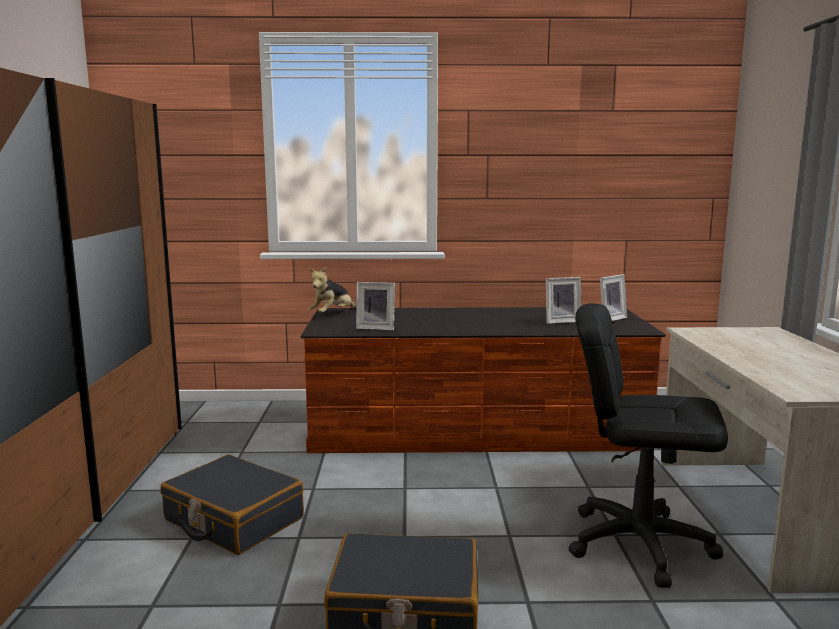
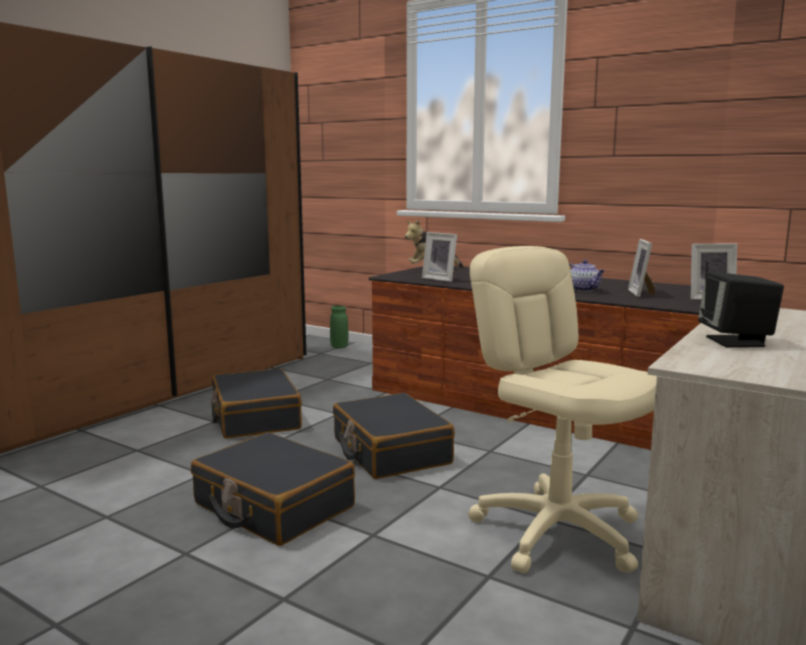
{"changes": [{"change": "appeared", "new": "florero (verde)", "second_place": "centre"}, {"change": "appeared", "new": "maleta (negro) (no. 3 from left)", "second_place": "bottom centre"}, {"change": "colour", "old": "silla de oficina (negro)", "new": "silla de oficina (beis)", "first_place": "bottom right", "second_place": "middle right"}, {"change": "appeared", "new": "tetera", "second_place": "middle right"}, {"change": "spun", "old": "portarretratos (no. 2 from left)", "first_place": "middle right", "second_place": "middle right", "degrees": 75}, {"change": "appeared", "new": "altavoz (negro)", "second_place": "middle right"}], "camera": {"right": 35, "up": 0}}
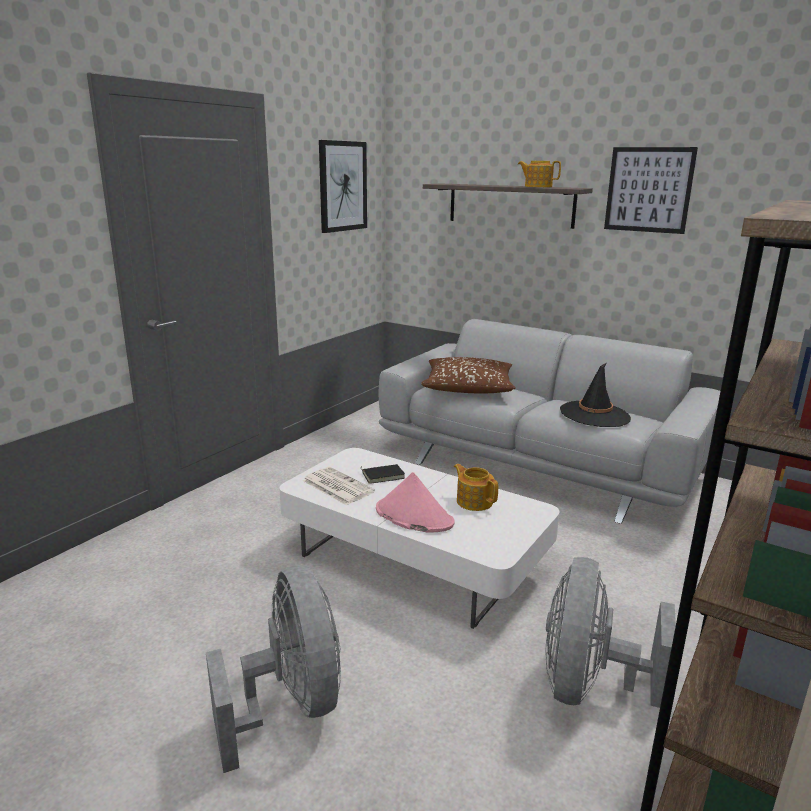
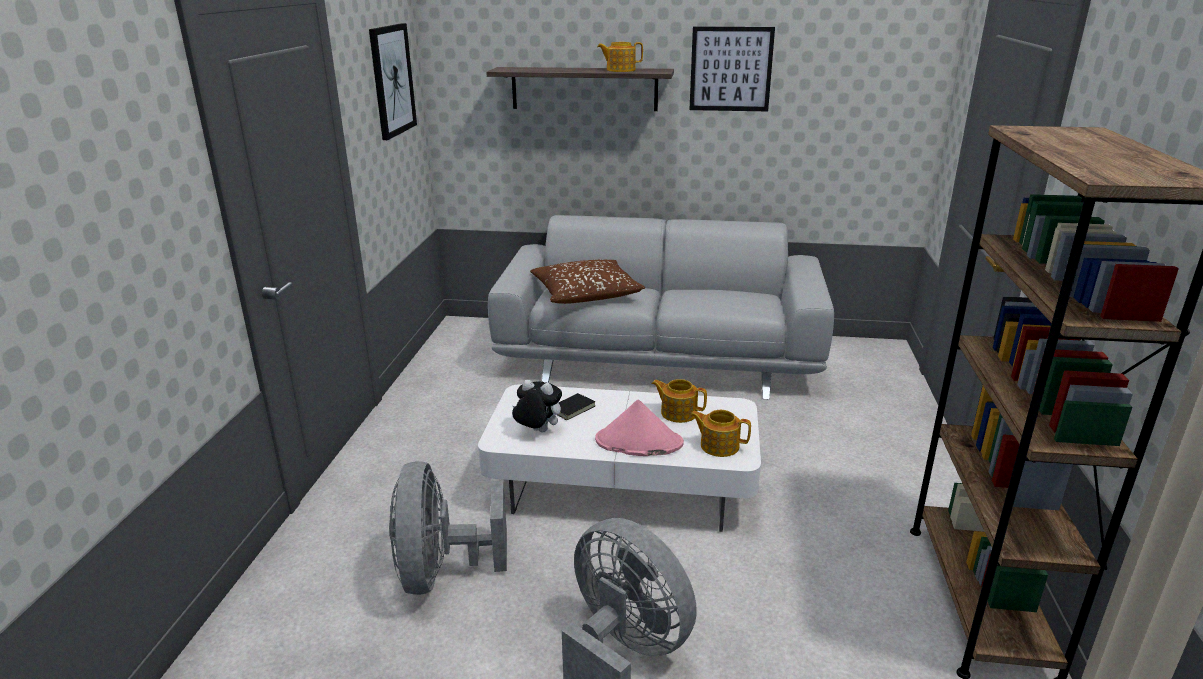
{"changes": [{"change": "relocated", "old": "ventilador (gris) (no. 2 from left in the first image)", "new": "ventilador (gris) (no. 1 from left)", "first_place": "bottom right", "second_place": "bottom centre"}, {"change": "exchanged", "old": "periódico", "new": "peluche", "first_place": "centre", "second_place": "centre"}, {"change": "appeared", "new": "tetera (no. 3 from left)", "second_place": "centre"}, {"change": "missing", "old": "sombrero (negro)", "first_place": "middle right"}], "camera": {"right": -25, "up": 5}}
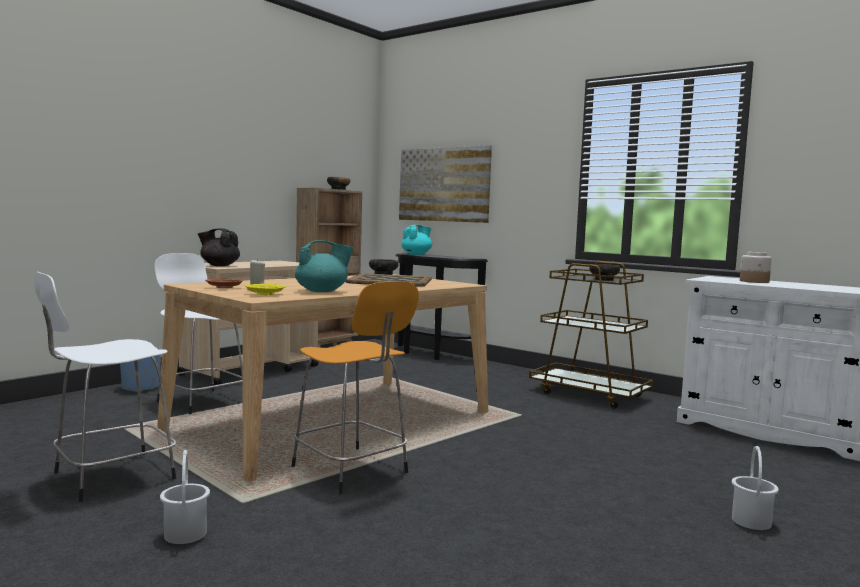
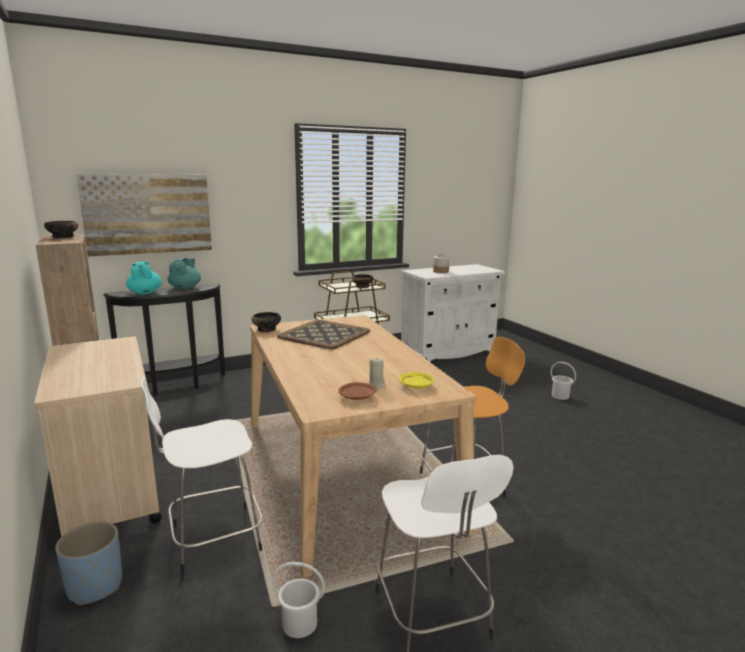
{"changes": [{"change": "relocated", "old": "tetera (turquesa) (no. 1 from left in the first image)", "new": "tetera (turquesa) (no. 2 from left)", "first_place": "centre", "second_place": "middle left"}, {"change": "relocated", "old": "cubo (blanco) (no. 1 from left)", "first_place": "bottom left", "second_place": "bottom centre"}, {"change": "missing", "old": "tetera (negro)", "first_place": "middle left"}], "camera": {"right": -65, "up": 10}}
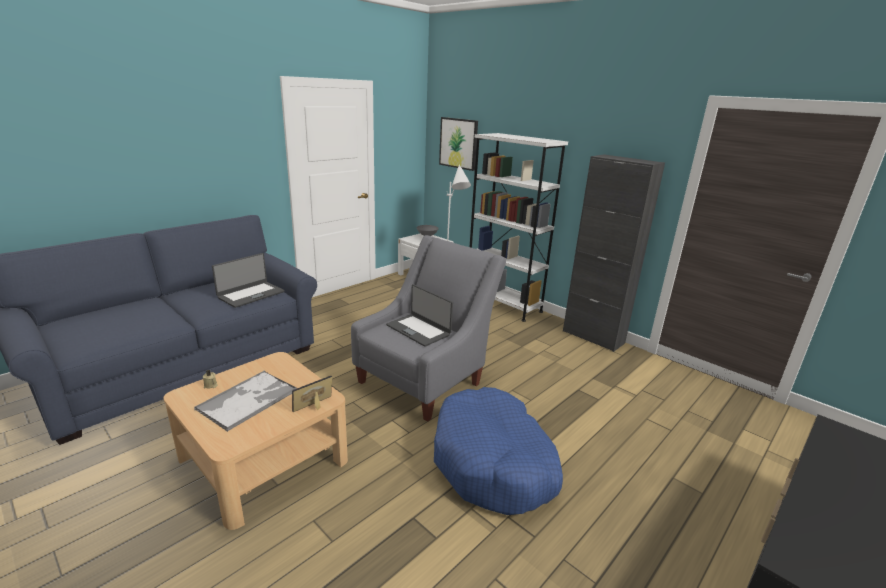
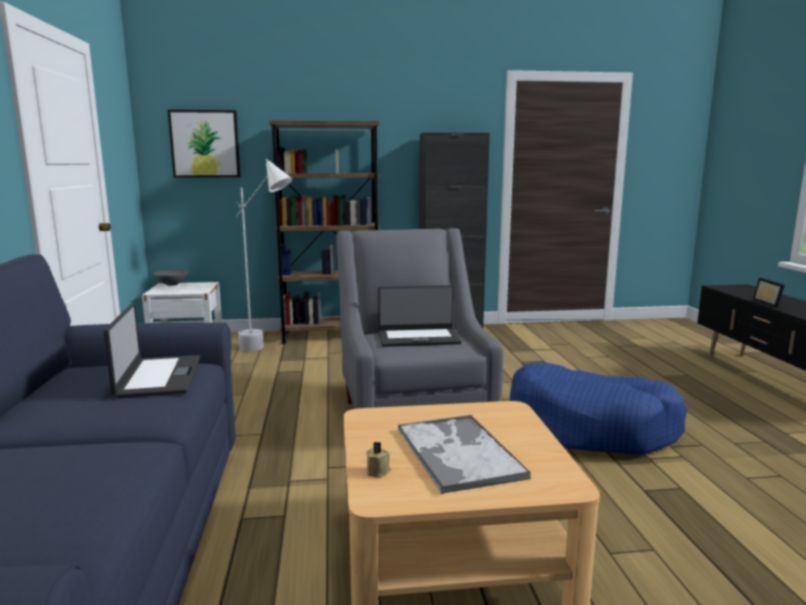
{"changes": [{"change": "colour", "old": "estantería (blanco)", "new": "estantería (marrón)", "first_place": "centre", "second_place": "centre"}, {"change": "relocated", "old": "portarretratos", "first_place": "bottom centre", "second_place": "middle right"}], "camera": {"right": -50, "up": -10}}
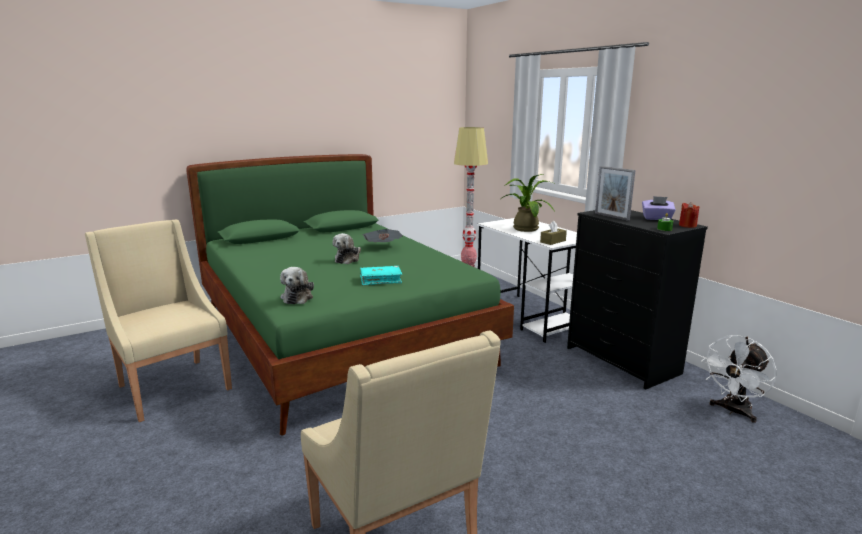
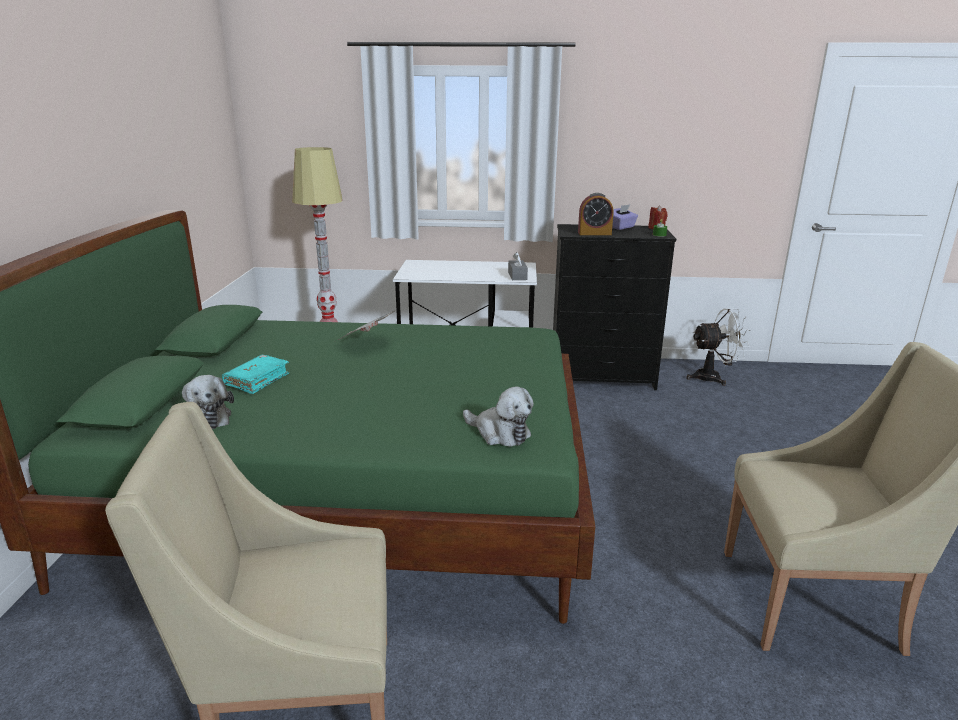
{"changes": [{"change": "relocated", "old": "peluche (no. 2 from left in the first image)", "new": "peluche (no. 1 from left)", "first_place": "centre", "second_place": "middle left"}, {"change": "relocated", "old": "libro (turquesa)", "first_place": "centre", "second_place": "middle left"}, {"change": "colour", "old": "caja de pañuelos (marrón)", "new": "caja de pañuelos (gris)", "first_place": "centre", "second_place": "centre"}, {"change": "exchanged", "old": "portarretratos", "new": "despertador", "first_place": "middle right", "second_place": "top centre"}, {"change": "spun", "old": "ventilador (blanco)", "first_place": "bottom right", "second_place": "middle right", "degrees": -90}, {"change": "missing", "old": "planta en maceta", "first_place": "centre"}], "camera": {"right": -55, "up": 5}}
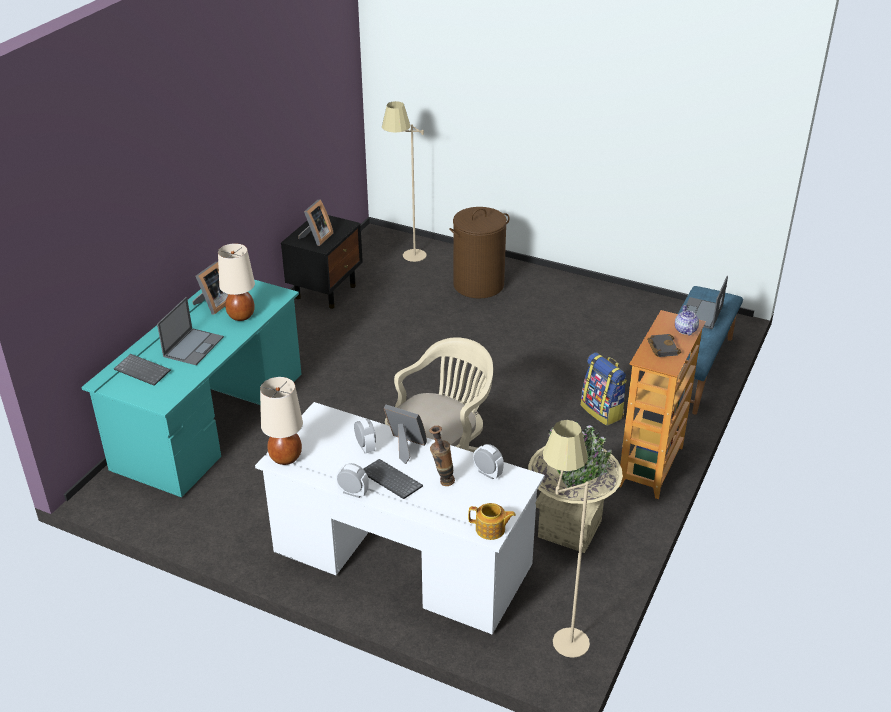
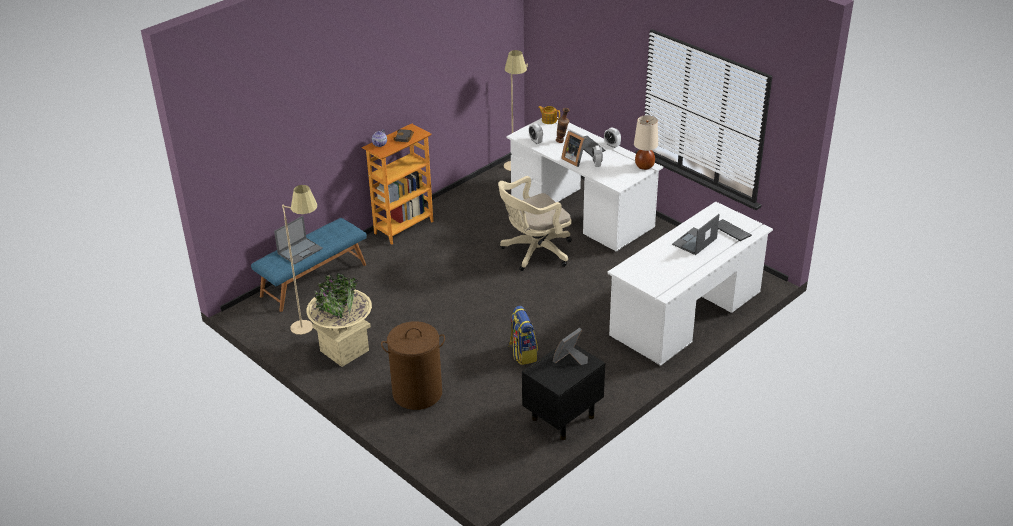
{"changes": [{"change": "relocated", "old": "lámpara de pie (beis) (no. 1 from left)", "first_place": "top centre", "second_place": "middle left"}, {"change": "relocated", "old": "maceta (beis)", "first_place": "bottom centre", "second_place": "centre"}, {"change": "relocated", "old": "mochila", "first_place": "middle right", "second_place": "centre"}, {"change": "colour", "old": "escritorio (turquesa)", "new": "escritorio (blanco) (no. 2 from left)", "first_place": "middle left", "second_place": "middle right"}, {"change": "missing", "old": "portarretratos (no. 1 from left)", "first_place": "middle left"}, {"change": "missing", "old": "lámpara de mesa (beis) (no. 1 from left)", "first_place": "middle left"}], "camera": {"right": -160, "up": 0}}
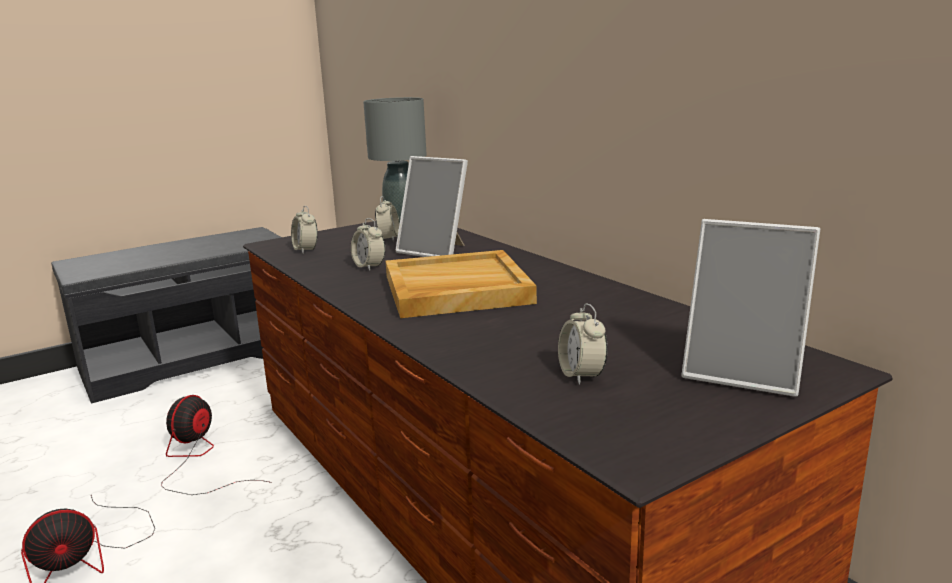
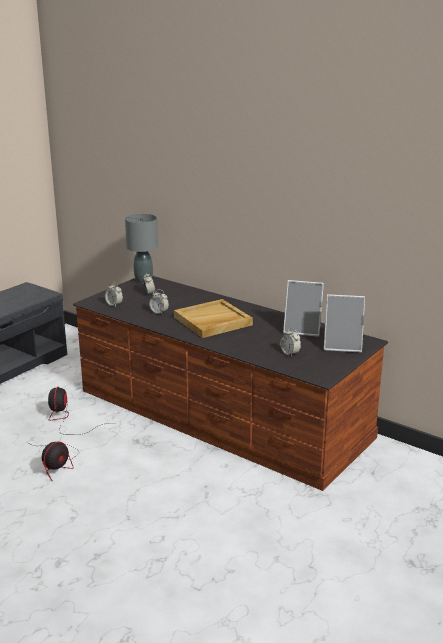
{"changes": [{"change": "relocated", "old": "portarretratos (no. 1 from left)", "first_place": "centre", "second_place": "middle right"}], "camera": {"right": -20, "up": 5}}
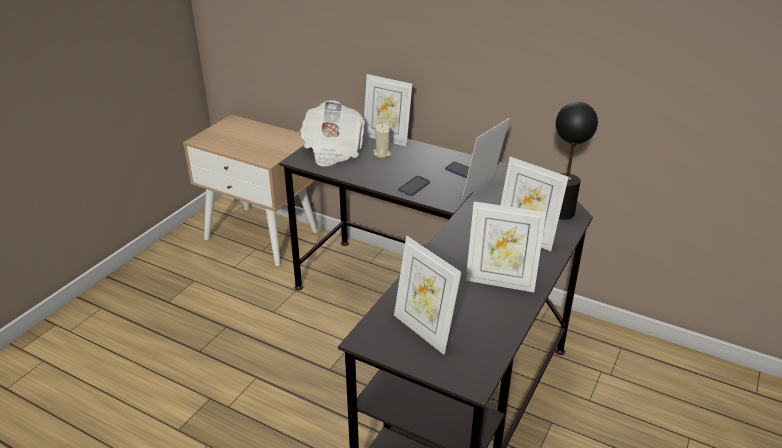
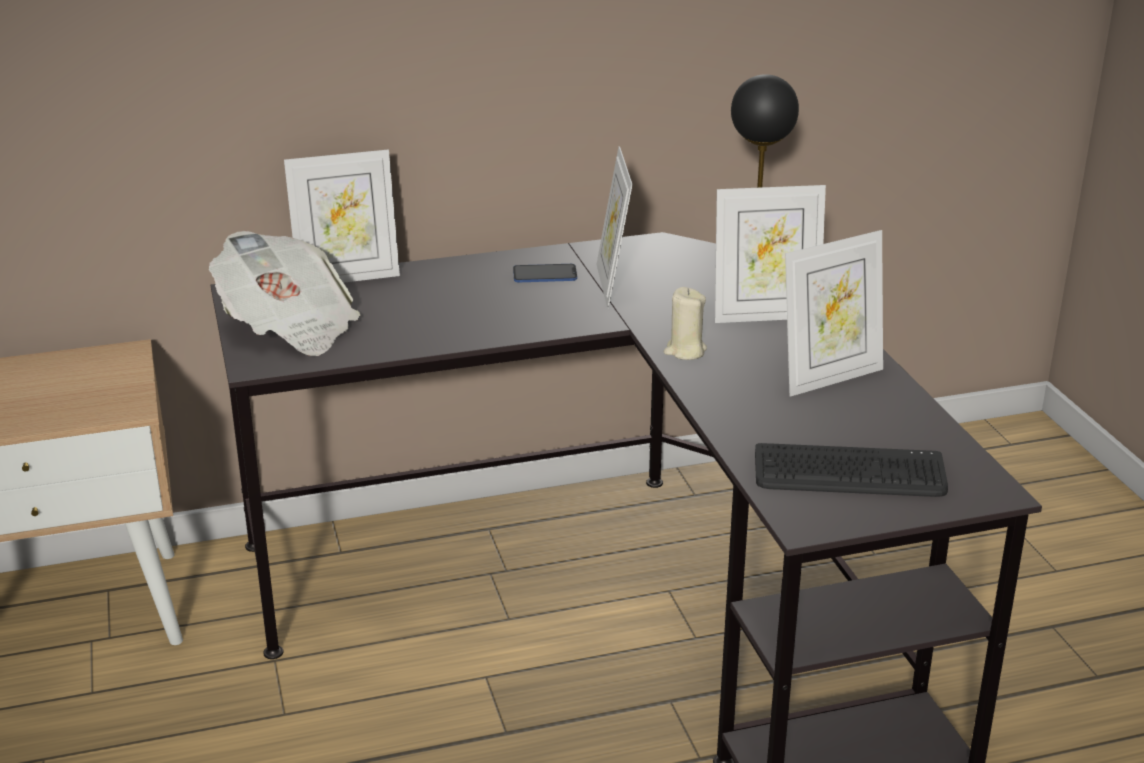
{"changes": [{"change": "relocated", "old": "vela (beis)", "first_place": "top centre", "second_place": "centre"}, {"change": "exchanged", "old": "portarretratos (no. 2 from left)", "new": "teclado", "first_place": "centre", "second_place": "middle right"}, {"change": "missing", "old": "móvil (no. 1 from left)", "first_place": "centre"}], "camera": {"right": -45, "up": -5}}
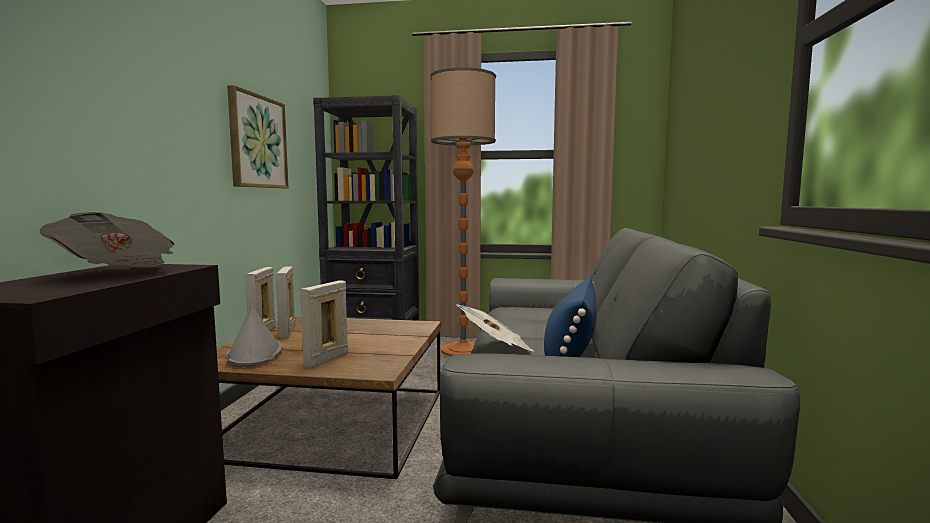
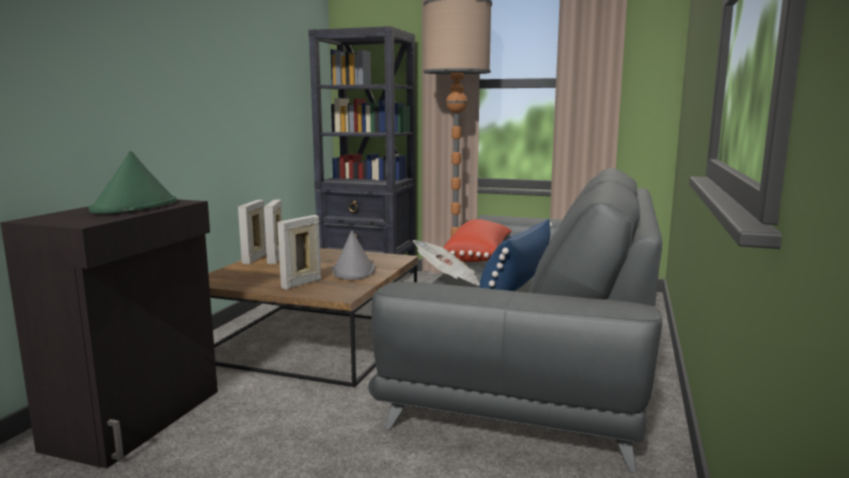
{"changes": [{"change": "exchanged", "old": "periódico (no. 1 from left)", "new": "sombrero (verde)", "first_place": "middle left", "second_place": "middle left"}, {"change": "relocated", "old": "sombrero (gris)", "first_place": "middle left", "second_place": "centre"}, {"change": "appeared", "new": "cojín (rojo)", "second_place": "centre"}, {"change": "missing", "old": "cuadro", "first_place": "top left"}], "camera": {"right": 10, "up": 5}}
